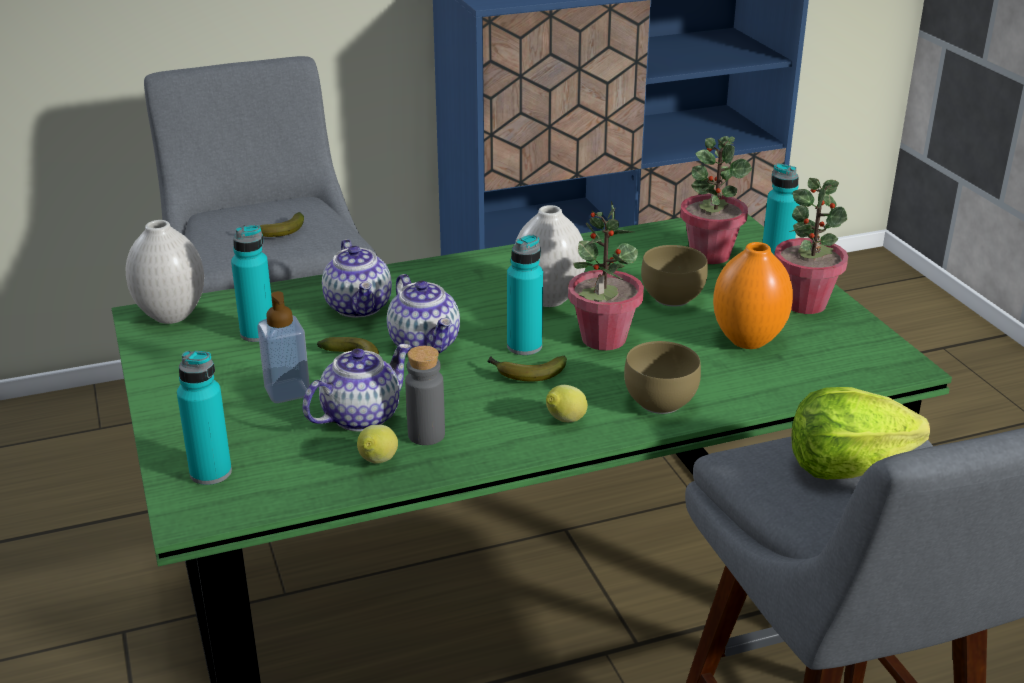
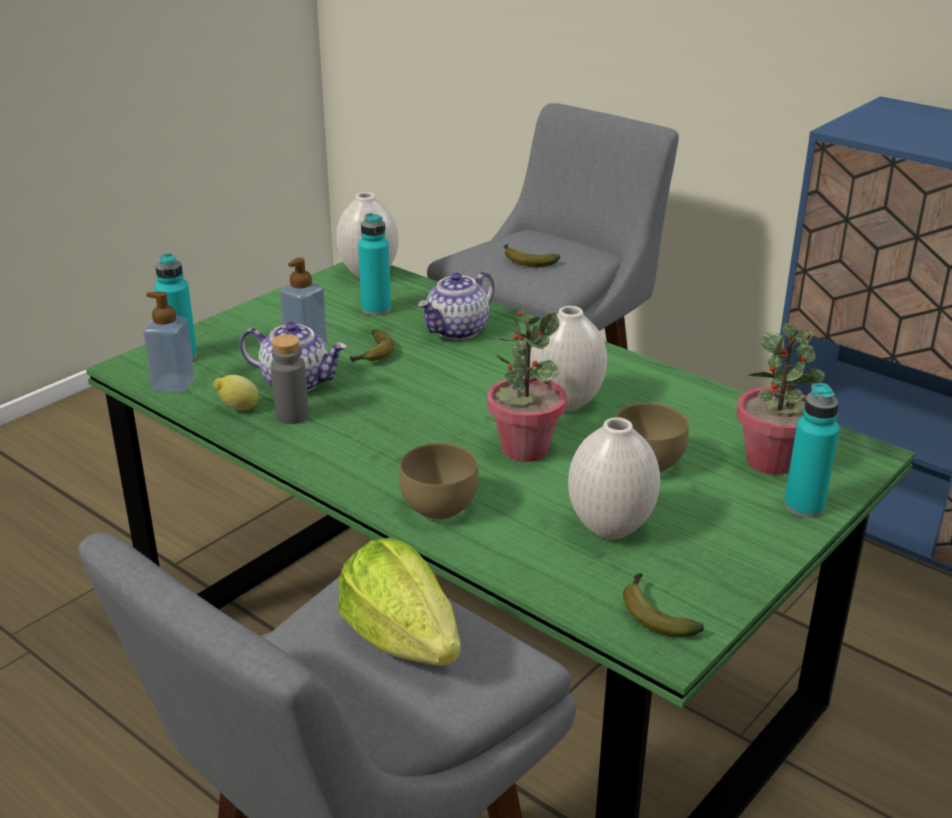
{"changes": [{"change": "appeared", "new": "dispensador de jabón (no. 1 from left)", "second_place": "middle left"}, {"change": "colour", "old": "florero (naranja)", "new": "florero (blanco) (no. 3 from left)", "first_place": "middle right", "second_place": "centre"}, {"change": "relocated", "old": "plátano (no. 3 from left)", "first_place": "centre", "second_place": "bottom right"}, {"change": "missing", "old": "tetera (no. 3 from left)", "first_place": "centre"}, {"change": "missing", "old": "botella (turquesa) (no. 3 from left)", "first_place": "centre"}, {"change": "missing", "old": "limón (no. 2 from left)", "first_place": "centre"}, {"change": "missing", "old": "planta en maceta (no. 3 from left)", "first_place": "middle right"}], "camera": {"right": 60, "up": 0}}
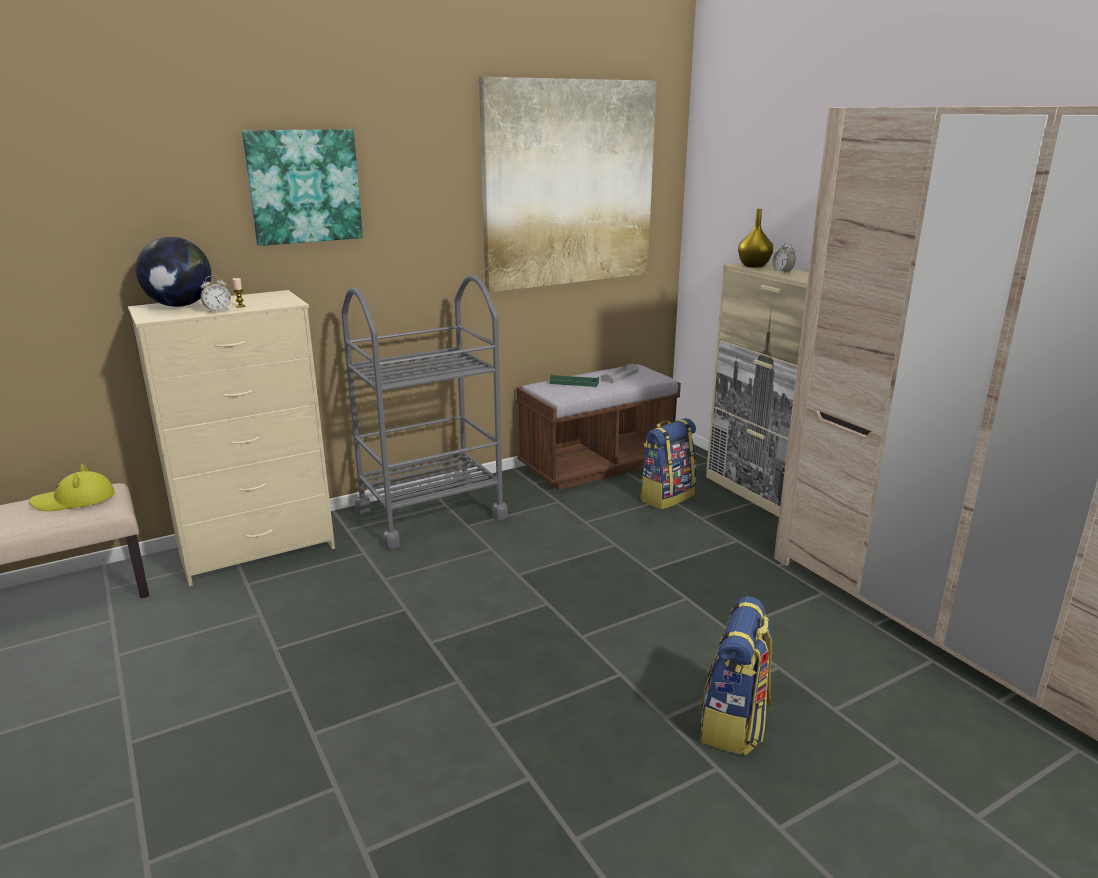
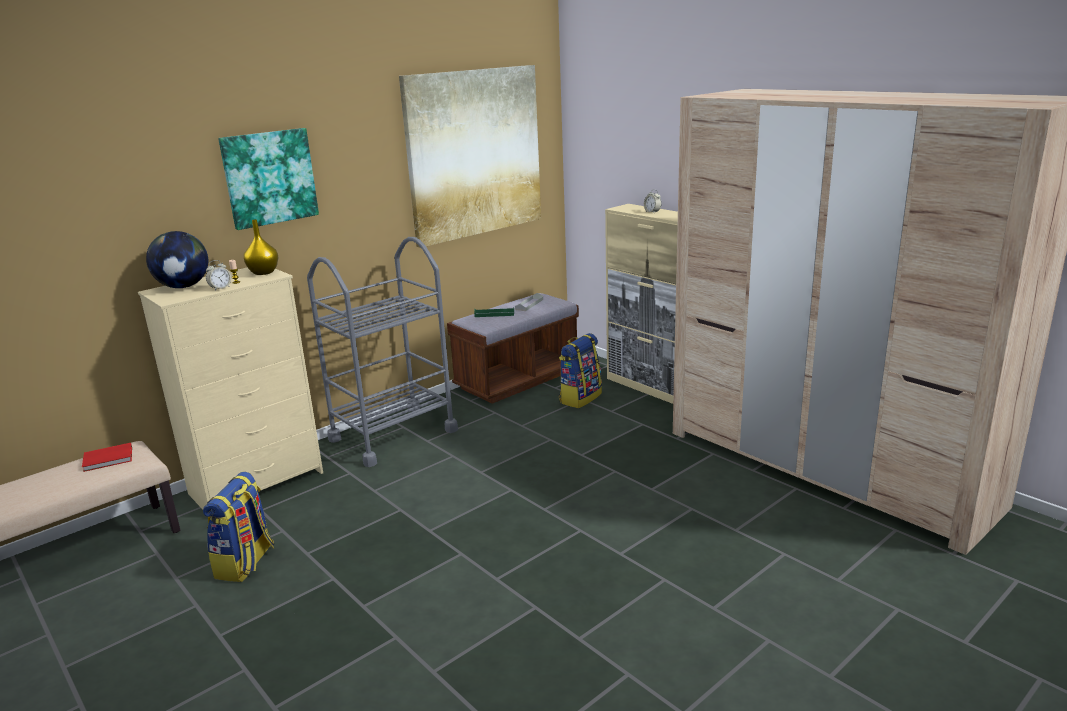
{"changes": [{"change": "exchanged", "old": "sombrero (amarillo)", "new": "libro (rojo)", "first_place": "middle left", "second_place": "middle left"}, {"change": "relocated", "old": "mochila (no. 2 from left in the first image)", "new": "mochila (no. 1 from left)", "first_place": "bottom right", "second_place": "bottom left"}, {"change": "relocated", "old": "florero (amarillo)", "first_place": "top right", "second_place": "middle left"}], "camera": {"right": -10, "up": 0}}
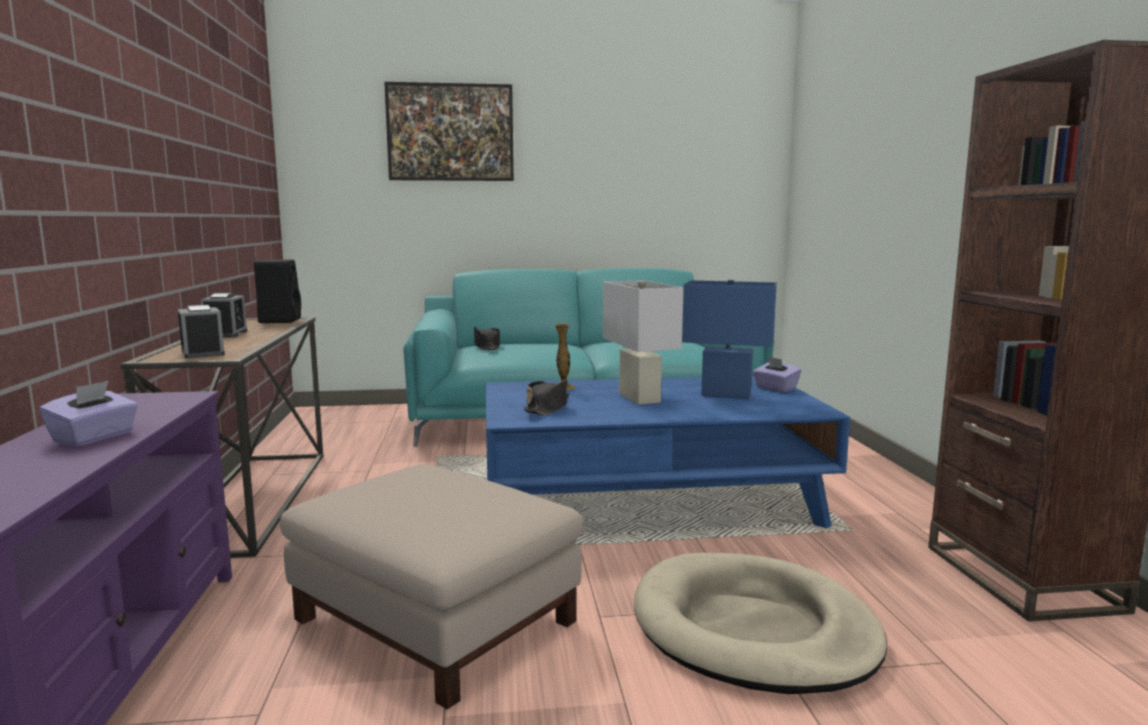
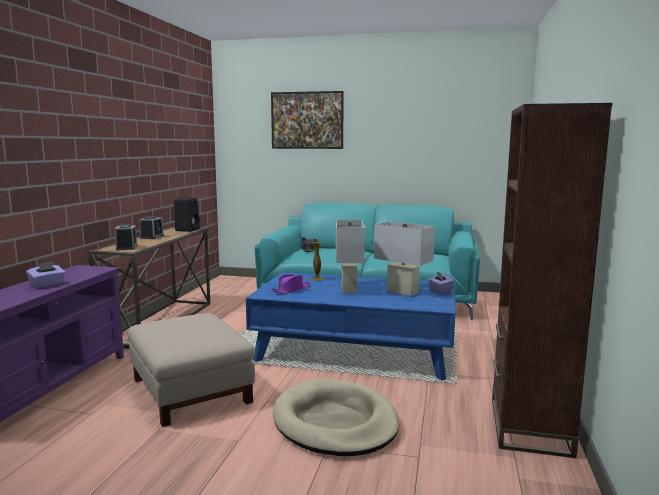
{"changes": [{"change": "colour", "old": "sombrero (negro) (no. 2 from left)", "new": "sombrero (morado)", "first_place": "centre", "second_place": "centre"}, {"change": "colour", "old": "lámpara de mesa (azul)", "new": "lámpara de mesa (blanco) (no. 2 from left)", "first_place": "centre", "second_place": "centre"}], "camera": {"right": 20, "up": 0}}
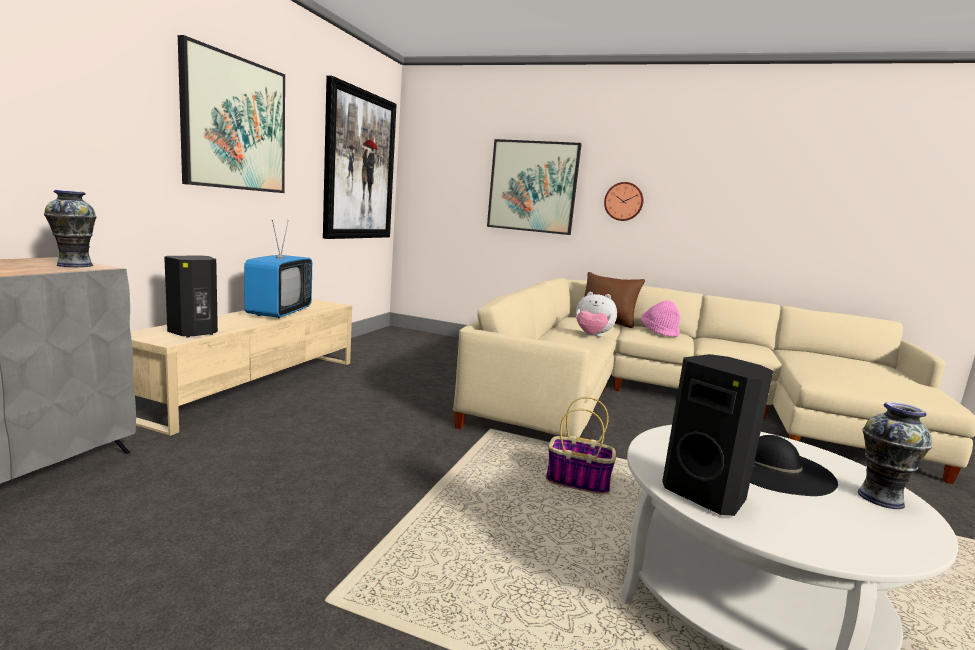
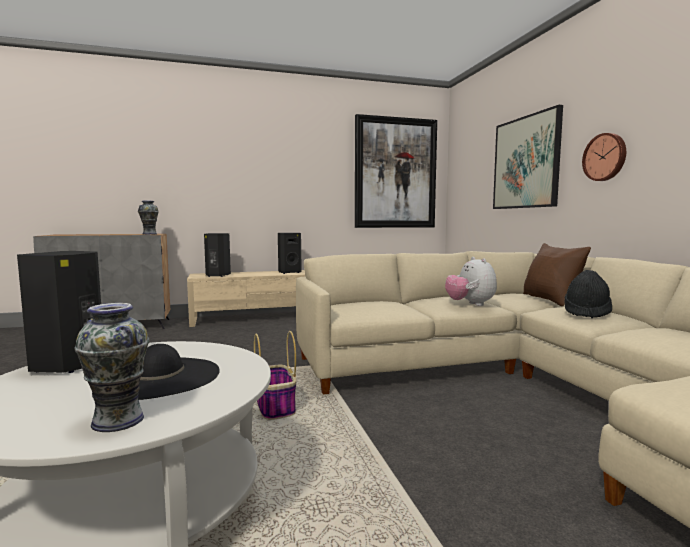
{"changes": [{"change": "exchanged", "old": "televisor", "new": "altavoz (negro) (no. 3 from left)", "first_place": "middle left", "second_place": "centre"}, {"change": "colour", "old": "sombrero (rosa)", "new": "sombrero (negro) (no. 2 from left)", "first_place": "middle right", "second_place": "middle right"}, {"change": "missing", "old": "cuadro (no. 1 from left)", "first_place": "top left"}], "camera": {"right": 55, "up": -5}}
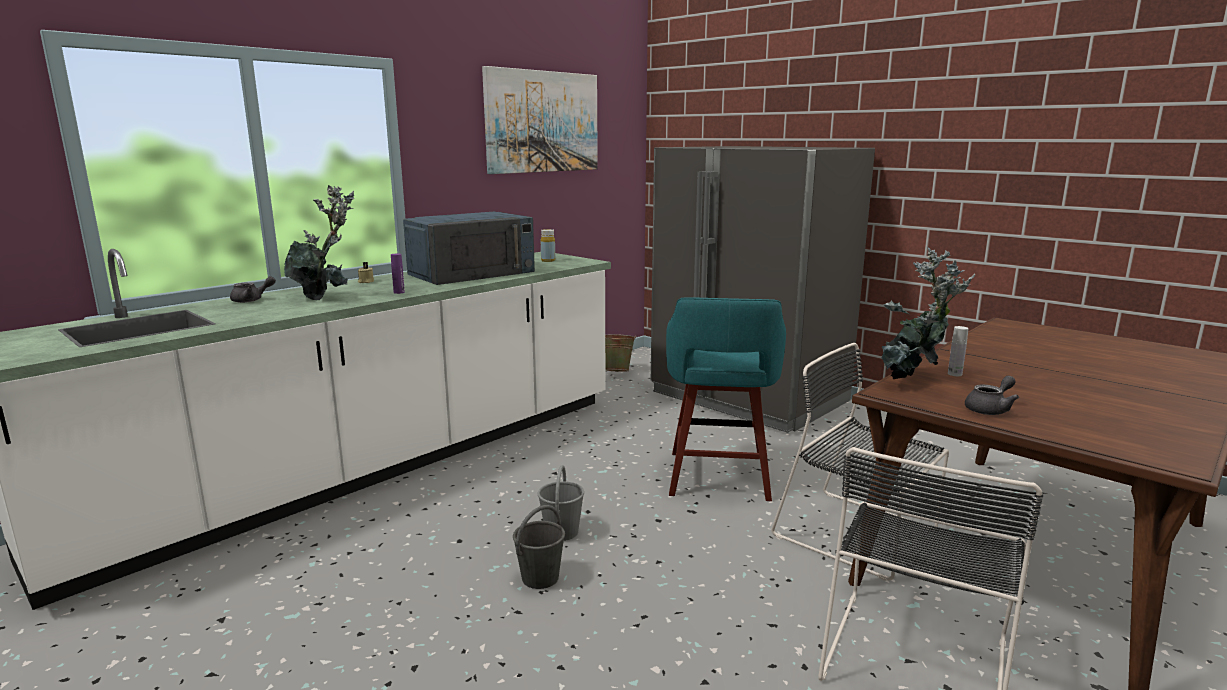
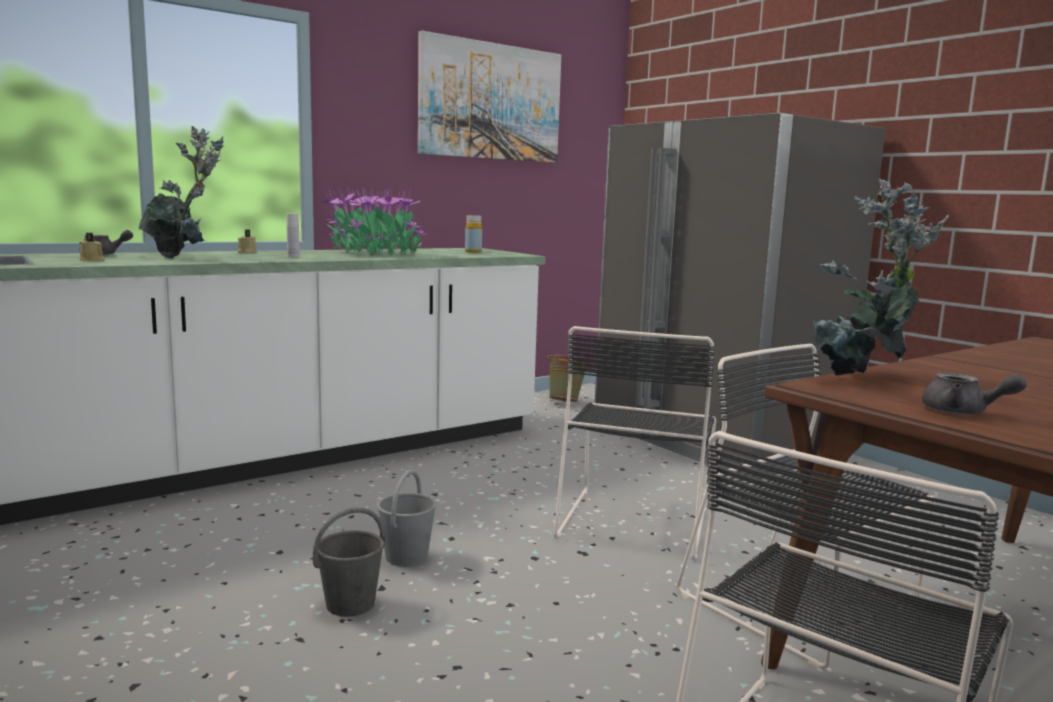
{"changes": [{"change": "appeared", "new": "vela (beis) (no. 1 from left)", "second_place": "middle left"}, {"change": "relocated", "old": "botella (blanco)", "first_place": "middle right", "second_place": "middle left"}, {"change": "exchanged", "old": "microondas (azul)", "new": "planta en maceta (no. 2 from left)", "first_place": "centre", "second_place": "top centre"}, {"change": "exchanged", "old": "taburete (turquesa)", "new": "silla (negro) (no. 1 from left)", "first_place": "centre", "second_place": "centre"}, {"change": "spun", "old": "tetera (gris) (no. 2 from left)", "first_place": "middle right", "second_place": "middle right", "degrees": 60}, {"change": "missing", "old": "botella (morado)", "first_place": "middle left"}], "camera": {"right": 10, "up": -5}}
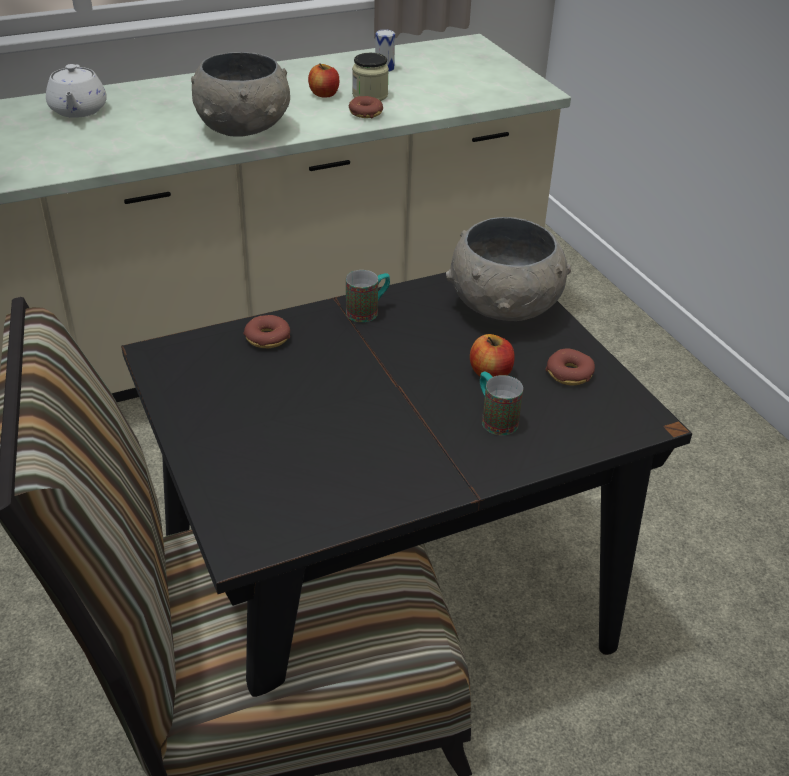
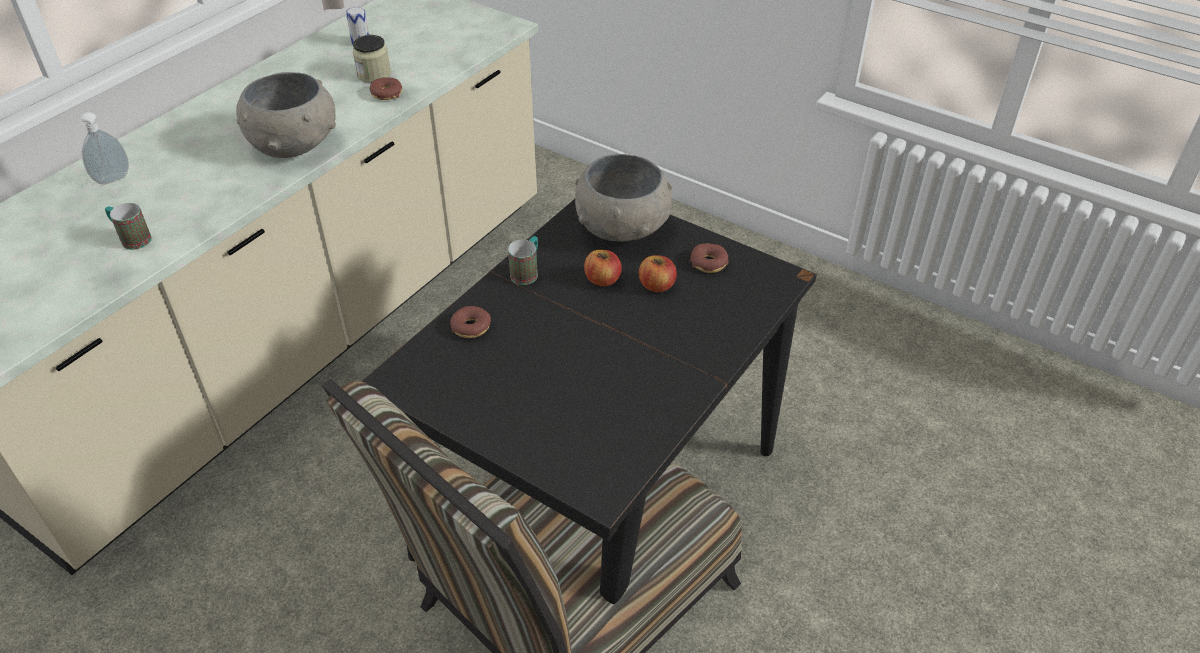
{"changes": [{"change": "exchanged", "old": "tetera (blanco)", "new": "dispensador de jabón", "first_place": "top left", "second_place": "top left"}, {"change": "relocated", "old": "taza grande (no. 2 from left in the first image)", "new": "taza grande (no. 1 from left)", "first_place": "centre", "second_place": "middle left"}, {"change": "relocated", "old": "manzana (no. 1 from left)", "first_place": "top centre", "second_place": "centre"}], "camera": {"right": -30, "up": 5}}
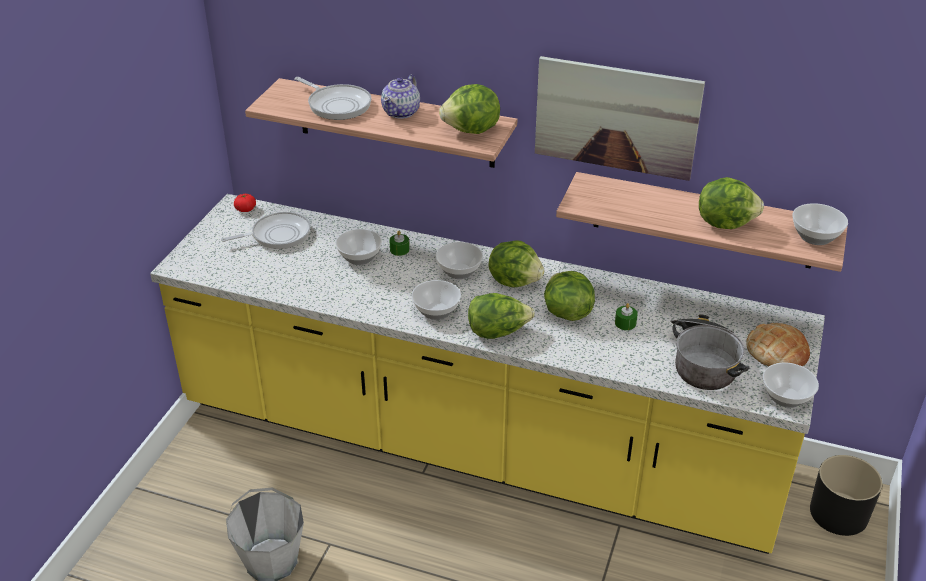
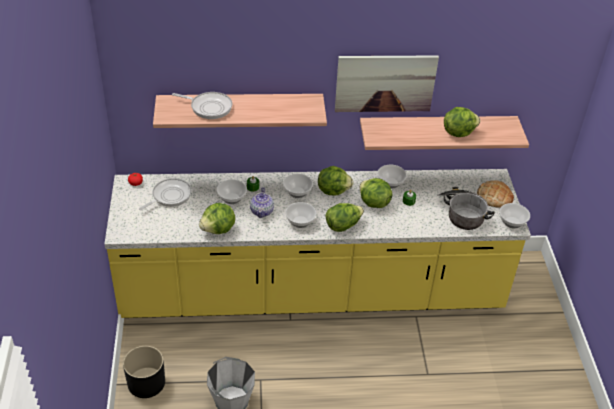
{"changes": [{"change": "relocated", "old": "maceta (negro)", "first_place": "bottom right", "second_place": "bottom left"}, {"change": "relocated", "old": "lechuga (no. 1 from left)", "first_place": "top centre", "second_place": "centre"}, {"change": "relocated", "old": "tetera", "first_place": "top centre", "second_place": "centre"}, {"change": "relocated", "old": "cuenco (no. 5 from left in the first image)", "new": "cuenco (no. 4 from left)", "first_place": "middle right", "second_place": "centre"}], "camera": {"right": -25, "up": 5}}
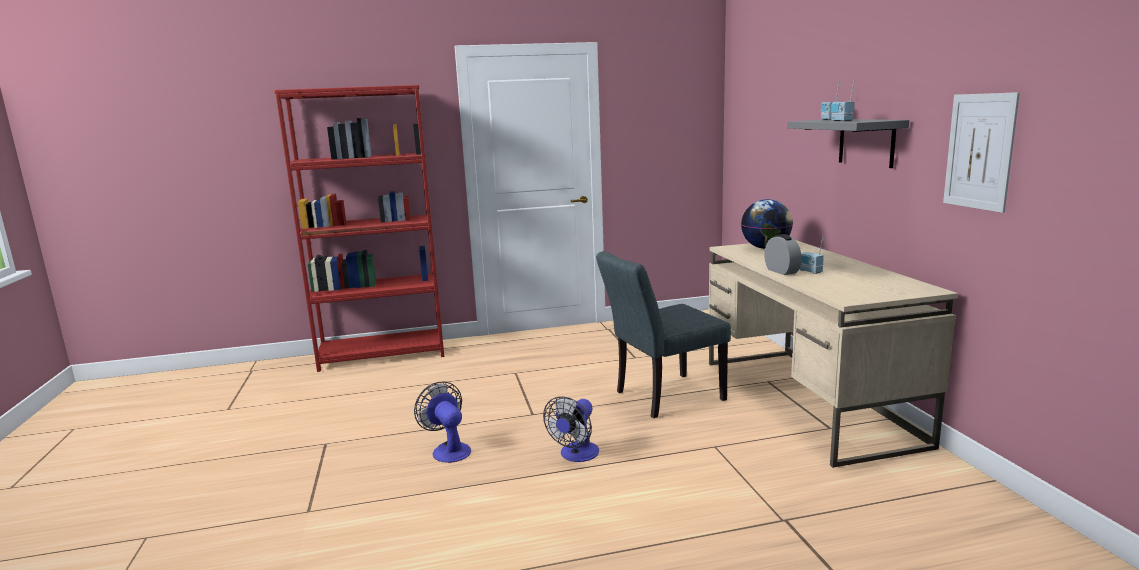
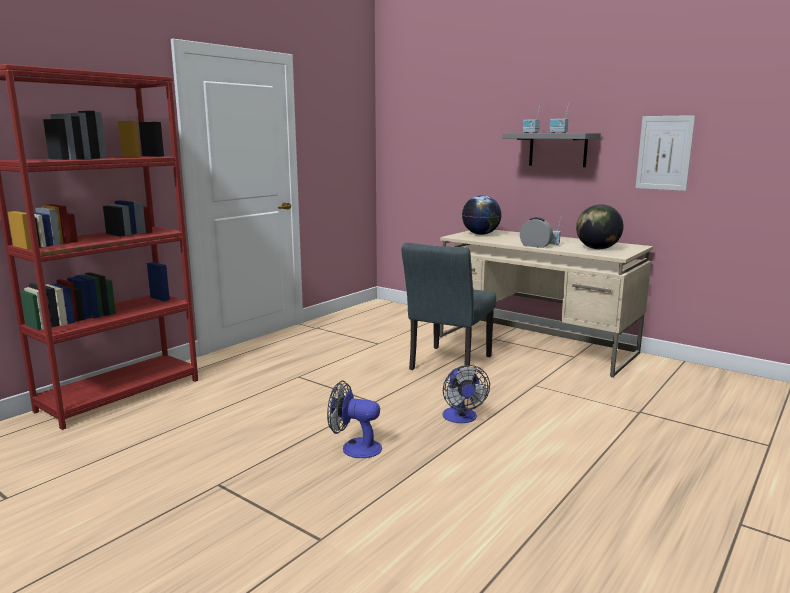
{"changes": [{"change": "appeared", "new": "globo terráqueo (no. 2 from left)", "second_place": "middle right"}], "camera": {"right": -40, "up": 0}}
